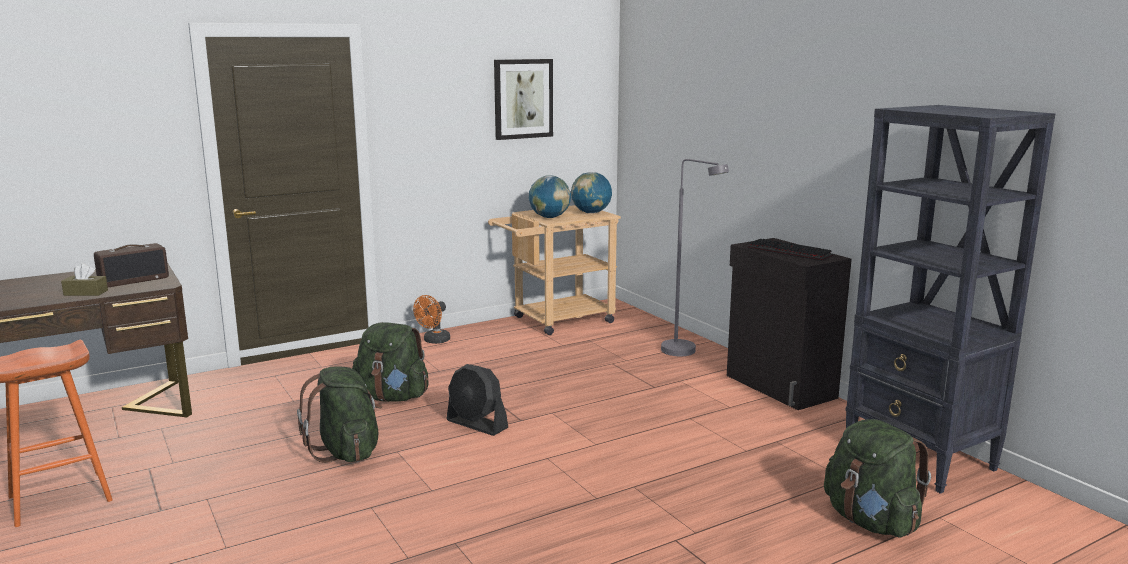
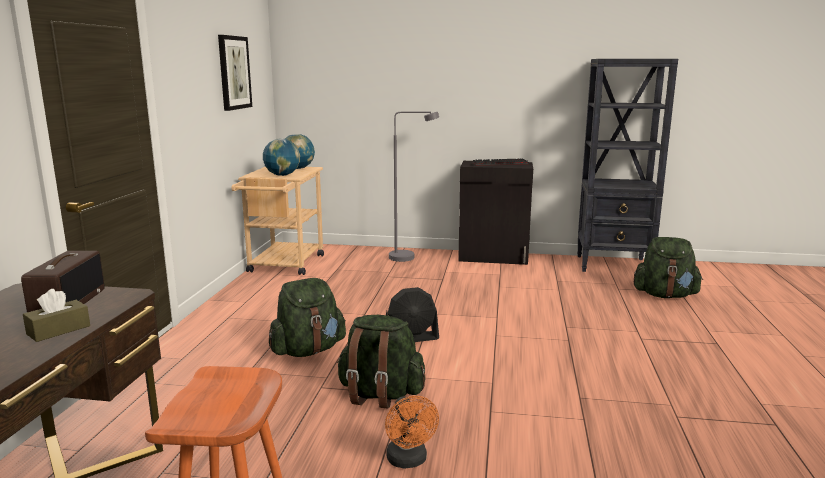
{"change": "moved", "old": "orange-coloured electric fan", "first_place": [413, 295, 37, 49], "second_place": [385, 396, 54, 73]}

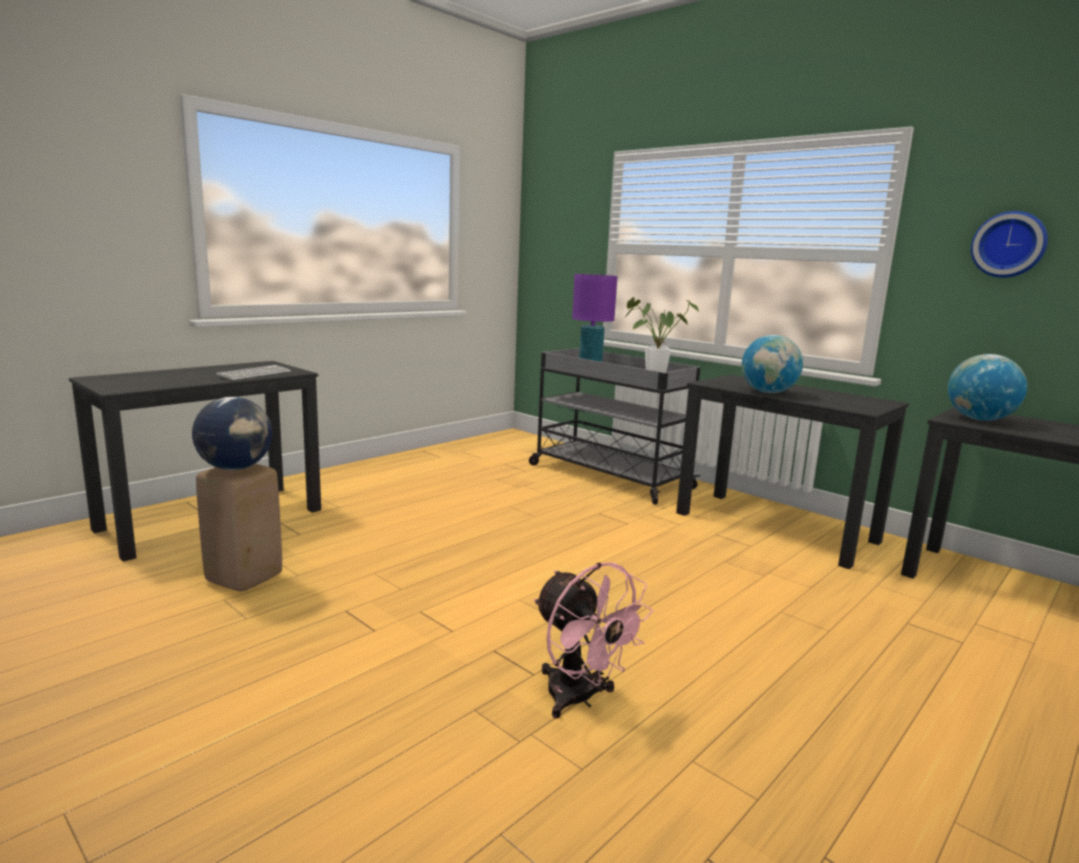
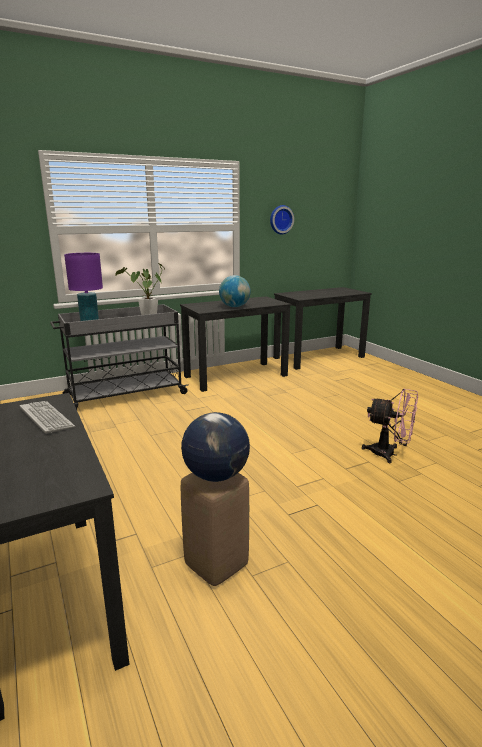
{"change": "turned", "old": "pink electric fan", "first_place": [534, 563, 119, 155], "second_place": [362, 388, 56, 75], "degrees": 45}
{"change": "removed", "old": "world globe", "first_place": [948, 354, 79, 67]}

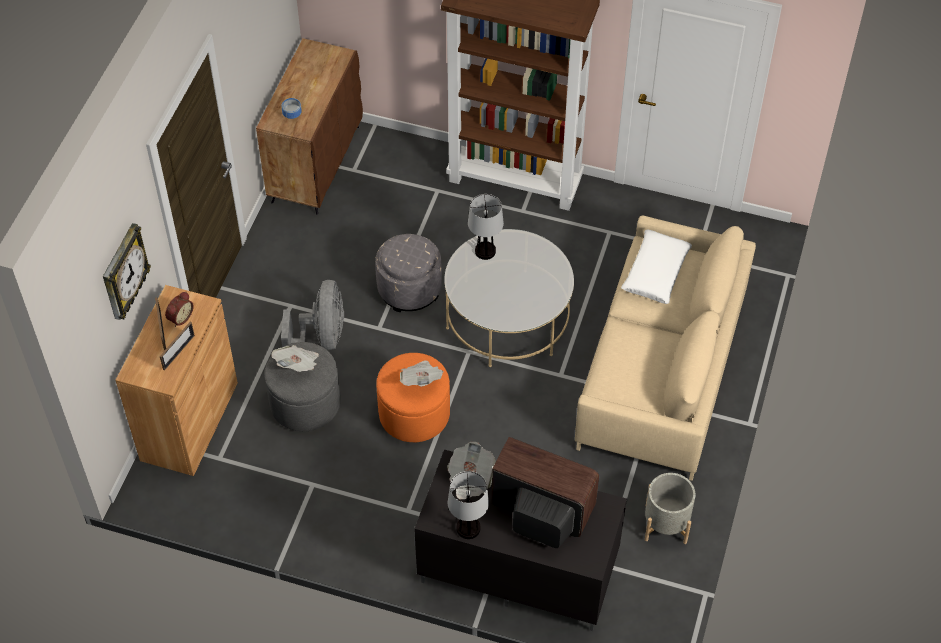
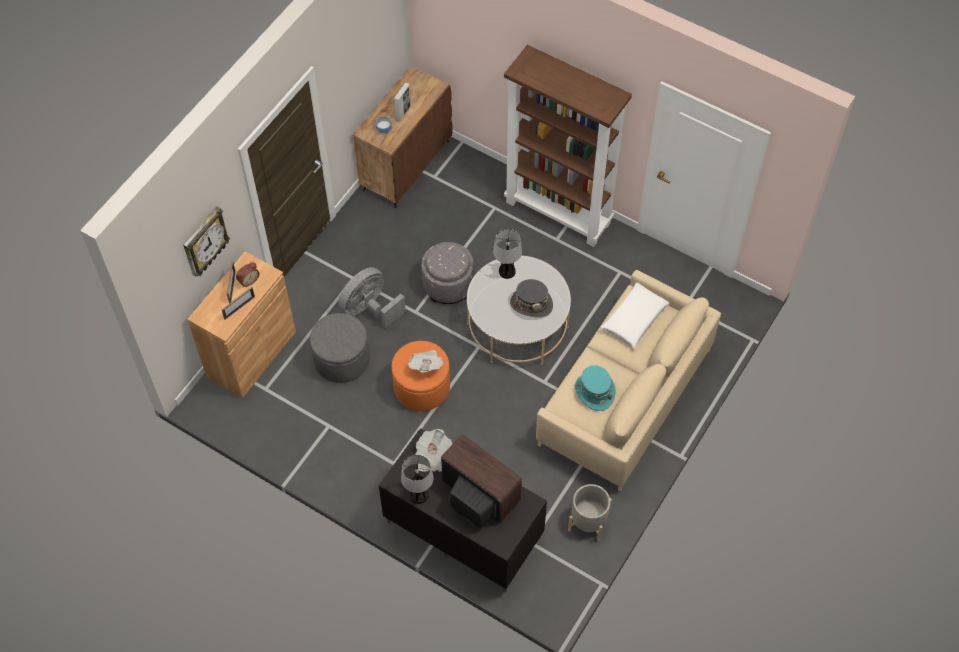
{"change": "removed", "old": "newspaper", "first_place": [271, 345, 48, 27]}
{"change": "turned", "old": "gray electric fan", "first_place": [281, 280, 63, 70], "second_place": [338, 267, 68, 61], "degrees": -150}
{"change": "added", "new": "picture frame", "second_place": [394, 82, 17, 40]}
{"change": "added", "new": "gray clothing hat", "second_place": [510, 279, 43, 39]}
{"change": "added", "new": "turquoise clothing hat", "second_place": [575, 365, 40, 46]}

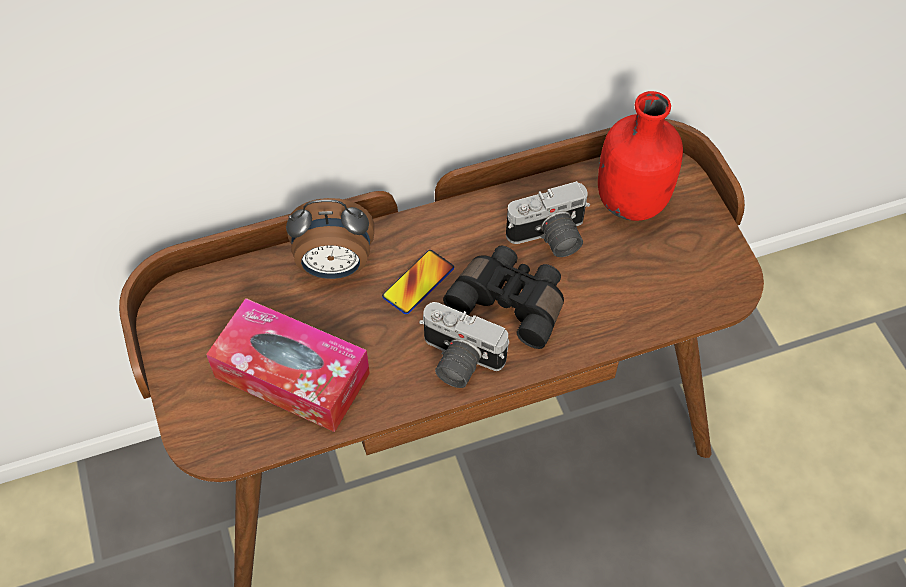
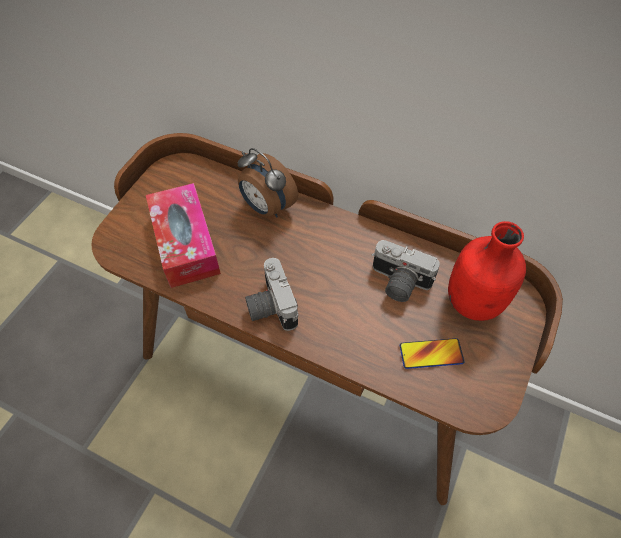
{"change": "moved", "old": "phone", "first_place": [382, 250, 72, 64], "second_place": [400, 338, 64, 31]}
{"change": "removed", "old": "black-coloured pair of binoculars", "first_place": [443, 246, 121, 103]}

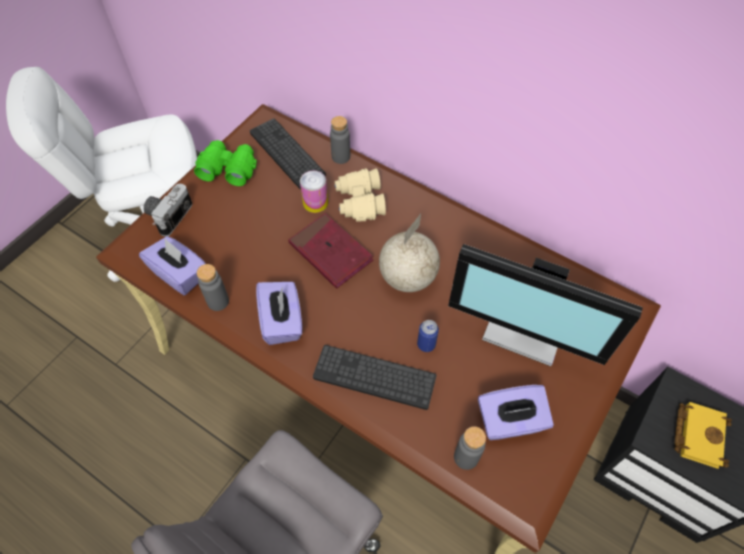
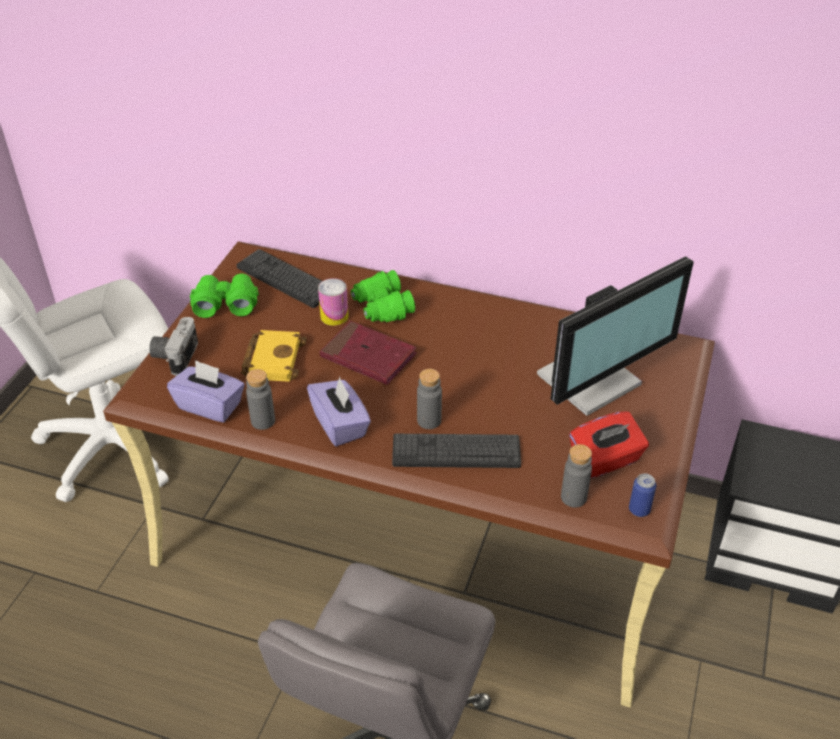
{"change": "moved", "old": "gray beverage bottle", "first_place": [330, 116, 20, 48], "second_place": [417, 369, 25, 60]}
{"change": "recoloured", "old": "beige-coloured pair of binoculars", "new": "green-coloured pair of binoculars", "first_place": [334, 168, 52, 53], "second_place": [351, 270, 64, 52]}
{"change": "removed", "old": "world globe", "first_place": [379, 214, 61, 78]}
{"change": "moved", "old": "sealed can", "first_place": [417, 320, 22, 32], "second_place": [629, 473, 27, 44]}
{"change": "turned", "old": "computer screen", "first_place": [448, 244, 195, 122], "second_place": [537, 256, 157, 160], "degrees": -45}
{"change": "recoloured", "old": "purplish box of tissues", "new": "reddish box of tissues", "first_place": [478, 385, 76, 55], "second_place": [569, 411, 80, 67]}
{"change": "moved", "old": "yellowish book", "first_place": [674, 402, 58, 67], "second_place": [241, 330, 66, 52]}

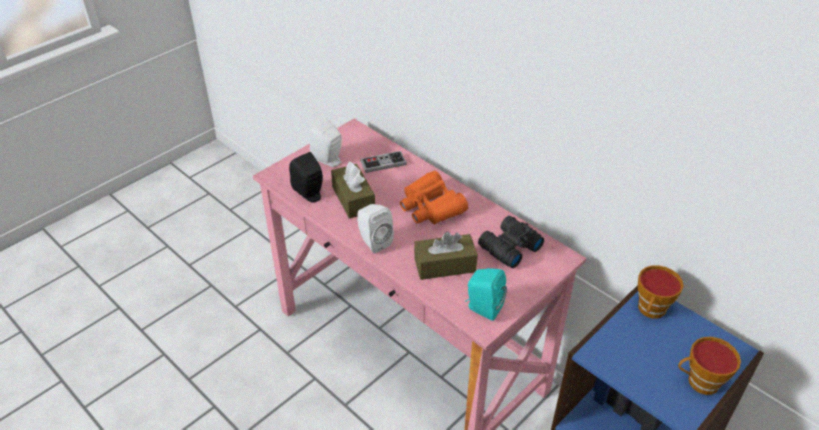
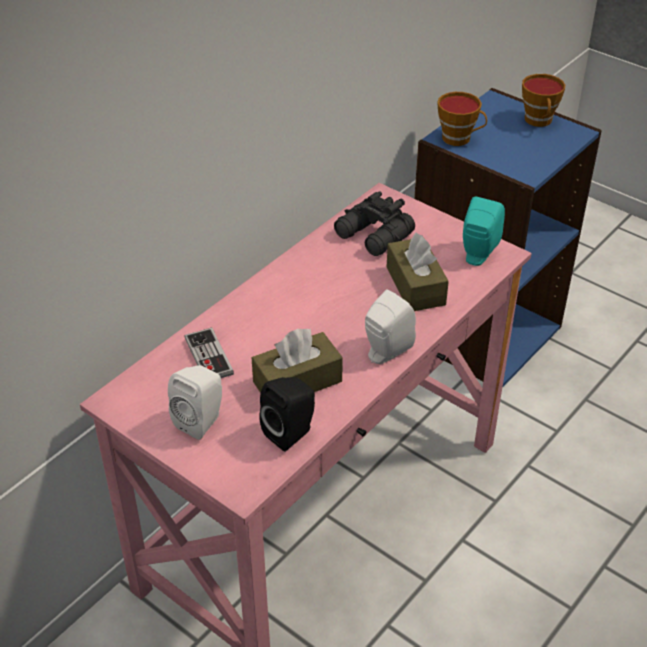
{"change": "removed", "old": "orange-coloured pair of binoculars", "first_place": [400, 171, 68, 53]}

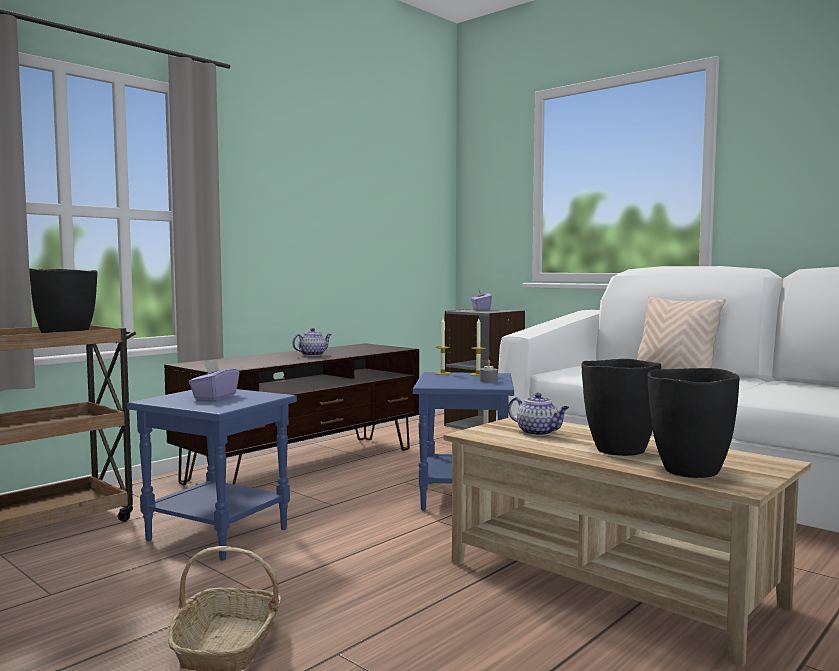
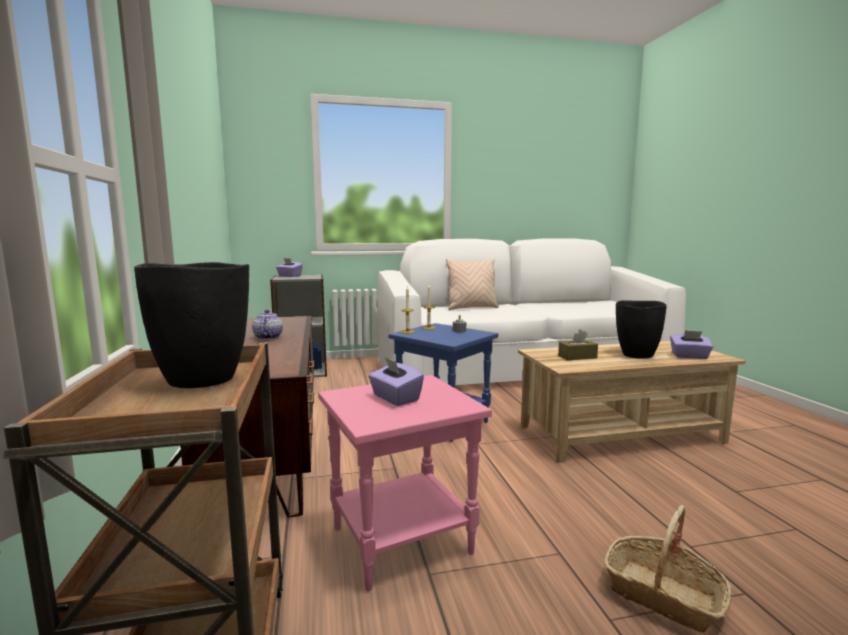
{"change": "recoloured", "old": "bluish accent table", "new": "pink accent table", "first_place": [127, 389, 170, 171], "second_place": [318, 375, 174, 216]}
{"change": "replaced", "old": "pot for tea", "new": "brown box of tissues", "first_place": [508, 393, 61, 43], "second_place": [558, 329, 40, 31]}
{"change": "replaced", "old": "black-coloured flower vase", "new": "purplish box of tissues", "first_place": [647, 368, 93, 110], "second_place": [670, 330, 44, 29]}

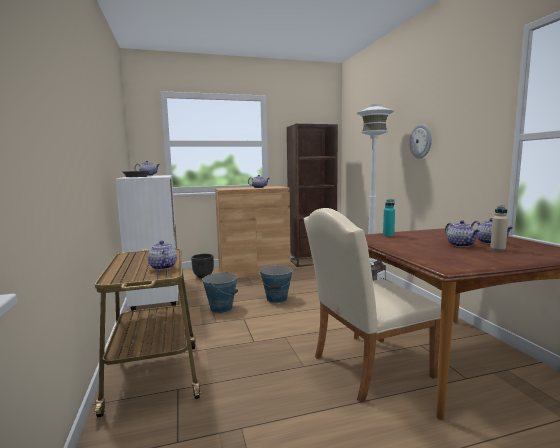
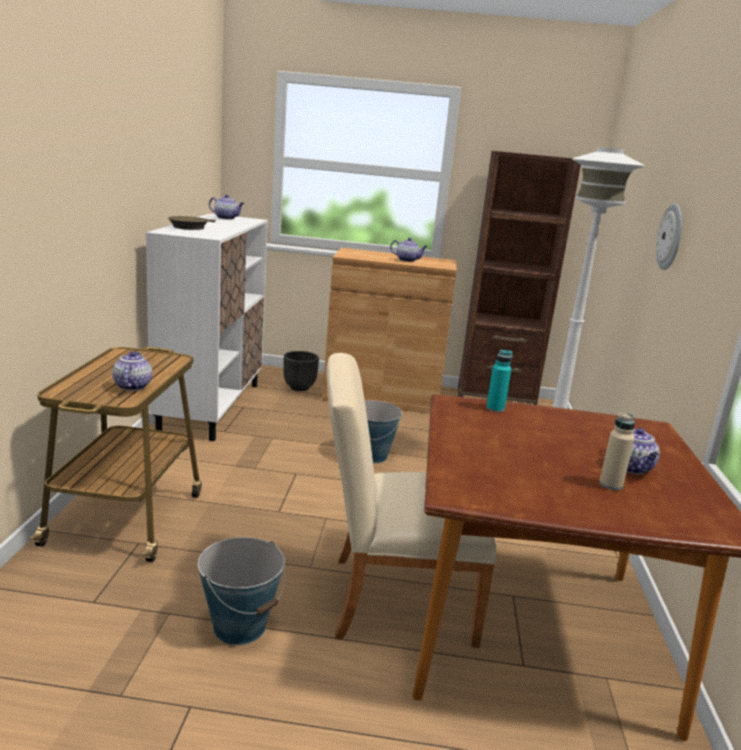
{"change": "moved", "old": "bucket", "first_place": [202, 271, 36, 42], "second_place": [198, 537, 88, 108]}
{"change": "removed", "old": "pot for tea", "first_place": [445, 220, 35, 27]}

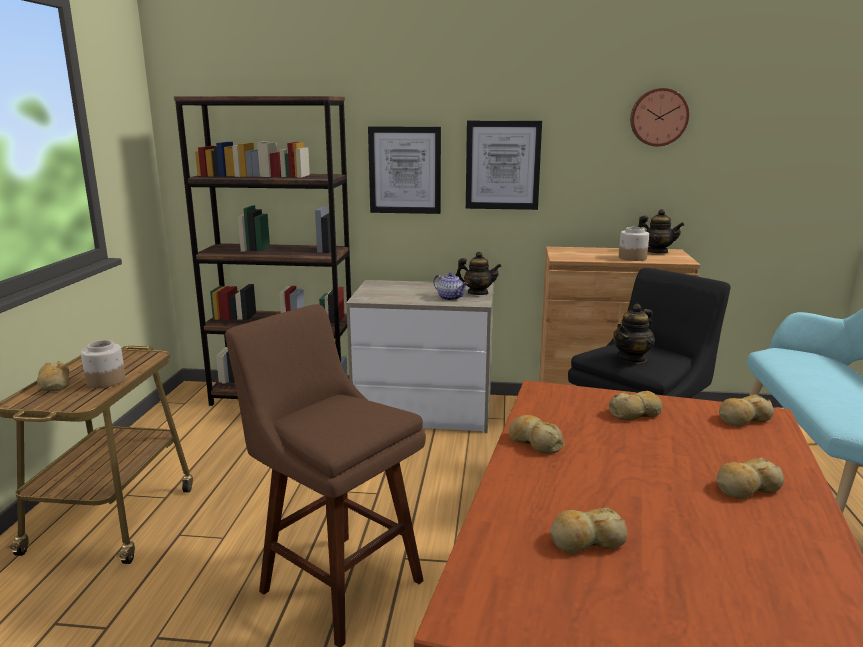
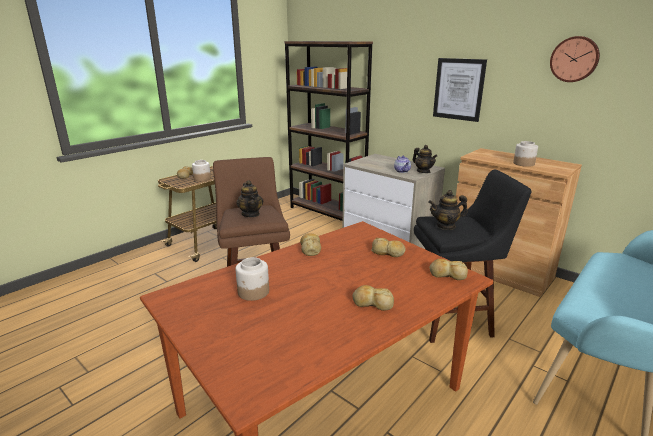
{"change": "removed", "old": "wall art", "first_place": [368, 126, 73, 88]}
{"change": "replaced", "old": "bakery bread", "new": "storage jar", "first_place": [550, 507, 77, 47], "second_place": [235, 257, 34, 44]}
{"change": "moved", "old": "pot for tea", "first_place": [638, 209, 46, 45], "second_place": [236, 180, 27, 37]}

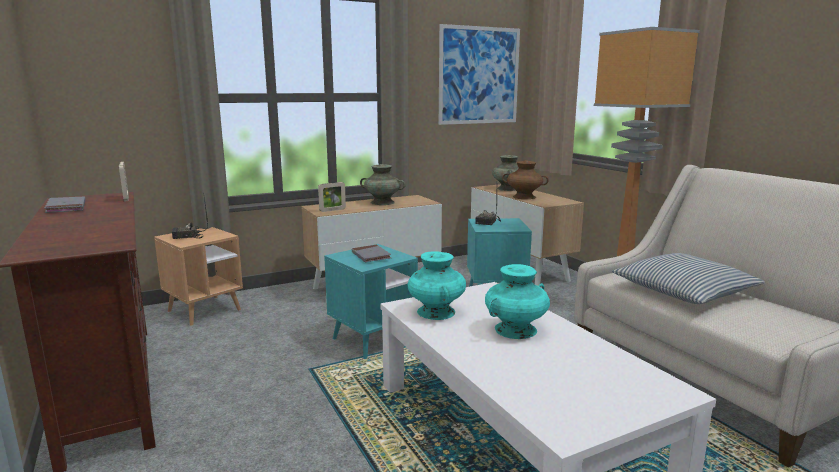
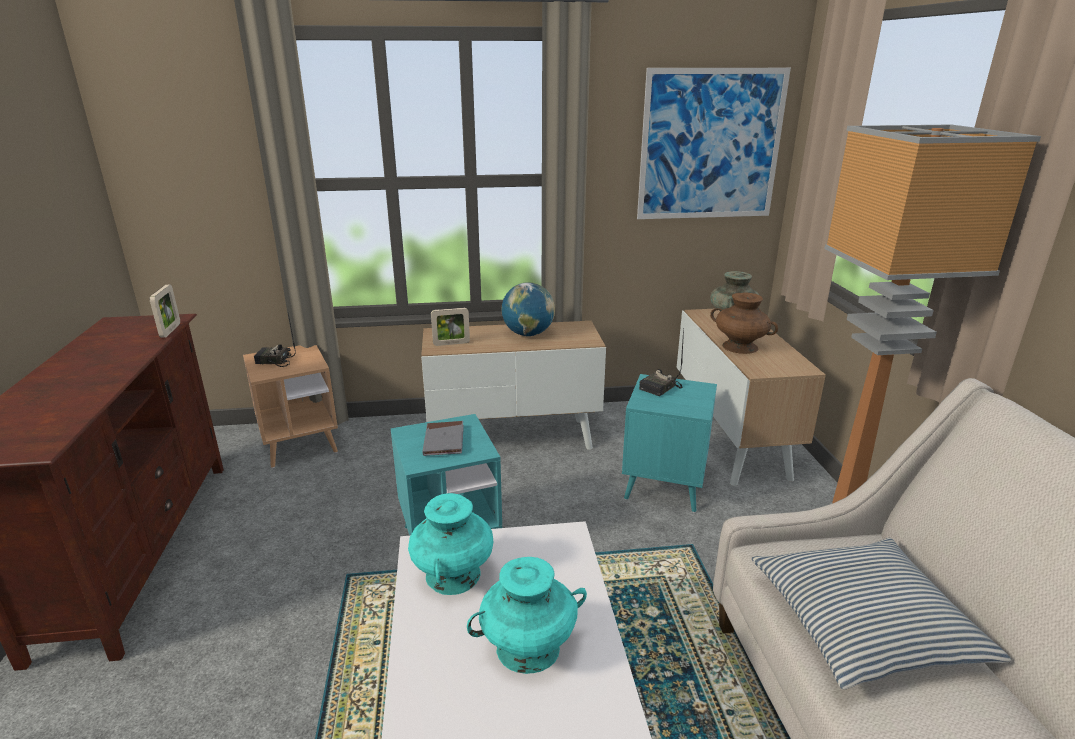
{"change": "removed", "old": "gray book", "first_place": [45, 196, 40, 17]}
{"change": "replaced", "old": "turquoise flower vase", "new": "world globe", "first_place": [360, 164, 46, 41], "second_place": [501, 282, 54, 54]}

